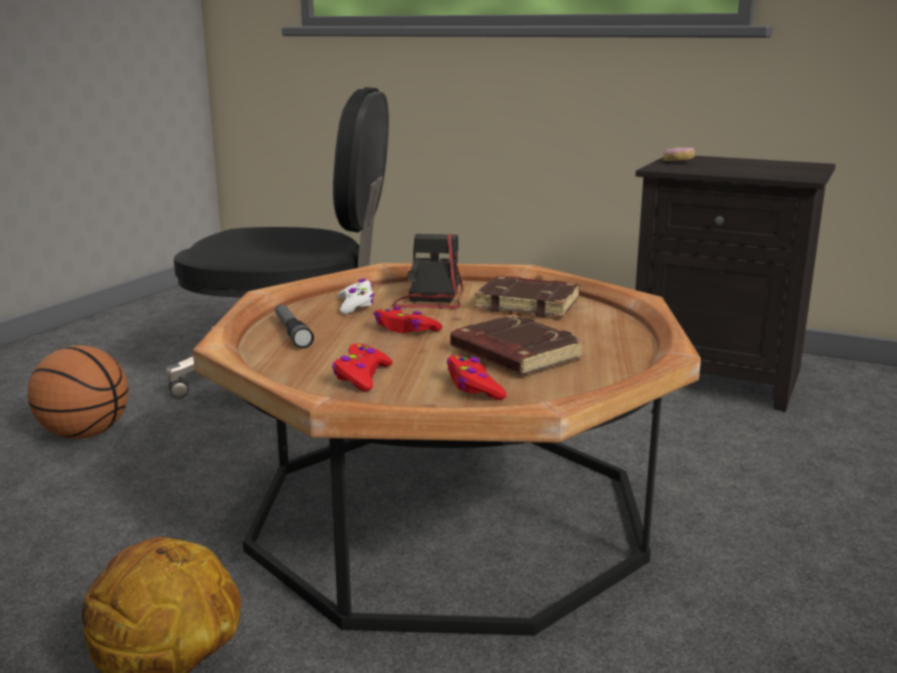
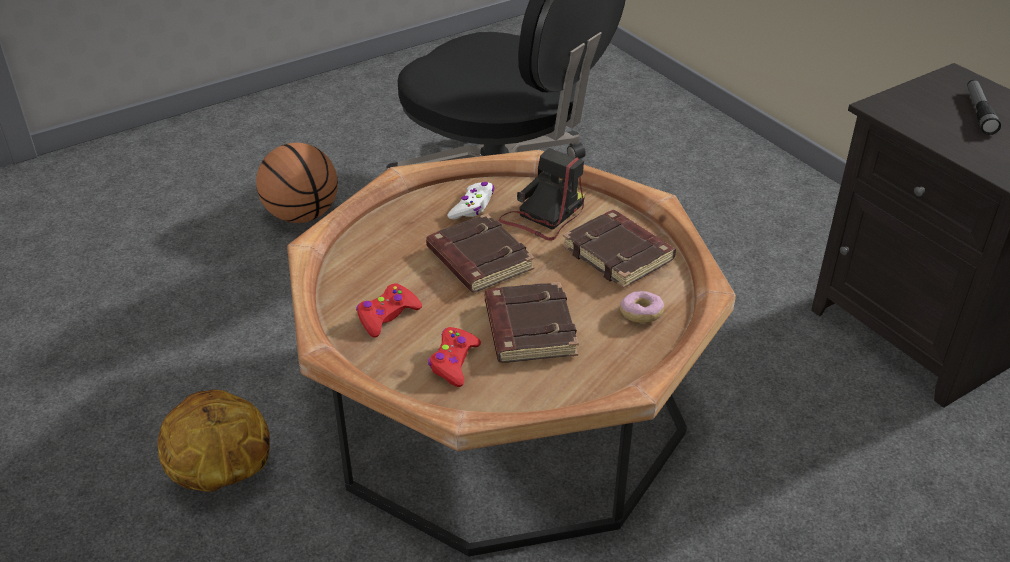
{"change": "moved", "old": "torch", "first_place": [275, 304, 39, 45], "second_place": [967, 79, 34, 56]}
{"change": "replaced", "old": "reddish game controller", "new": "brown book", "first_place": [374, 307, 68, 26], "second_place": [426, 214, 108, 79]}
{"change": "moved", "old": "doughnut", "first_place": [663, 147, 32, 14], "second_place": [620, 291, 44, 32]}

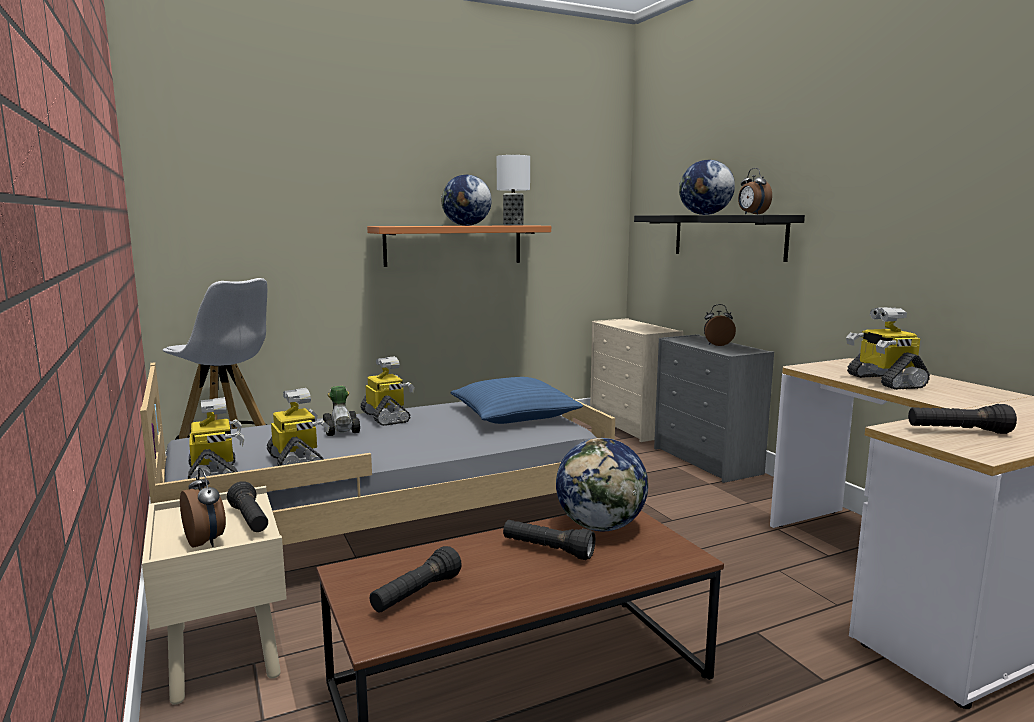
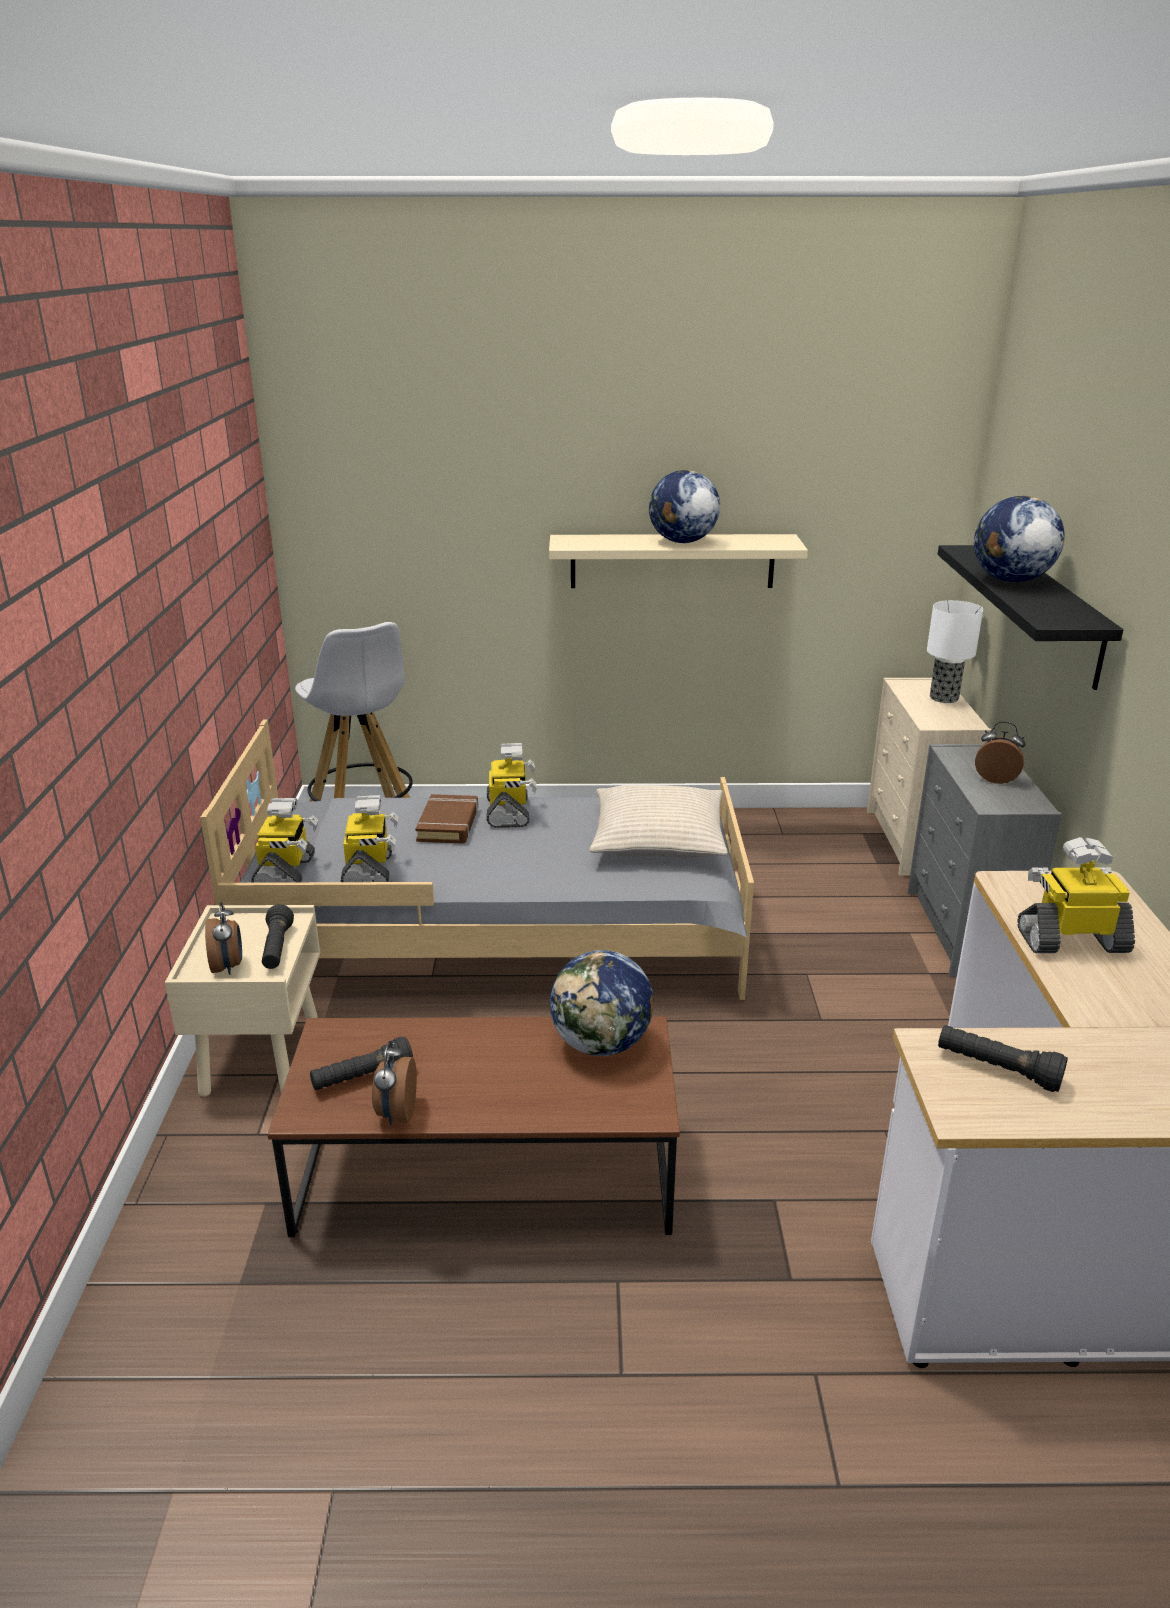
{"change": "replaced", "old": "miniature car", "new": "brown book", "first_place": [323, 386, 37, 50], "second_place": [415, 794, 63, 50]}
{"change": "recoloured", "old": "orange-coloured shelf", "new": "beige-coloured shelf", "first_place": [367, 225, 184, 42], "second_place": [549, 534, 259, 54]}
{"change": "recoloured", "old": "bluish throw pillow", "new": "beige-coloured throw pillow", "first_place": [451, 377, 132, 47], "second_place": [589, 785, 139, 73]}
{"change": "moved", "old": "lamp for a table", "first_place": [497, 155, 33, 71], "second_place": [927, 600, 56, 103]}
{"change": "removed", "old": "black-coloured torch", "first_place": [503, 520, 92, 40]}
{"change": "moved", "old": "alarm clock", "first_place": [738, 168, 34, 47], "second_place": [372, 1041, 45, 84]}
{"change": "turned", "old": "toy robot", "first_place": [846, 307, 84, 83], "second_place": [1017, 837, 118, 116], "degrees": 75}

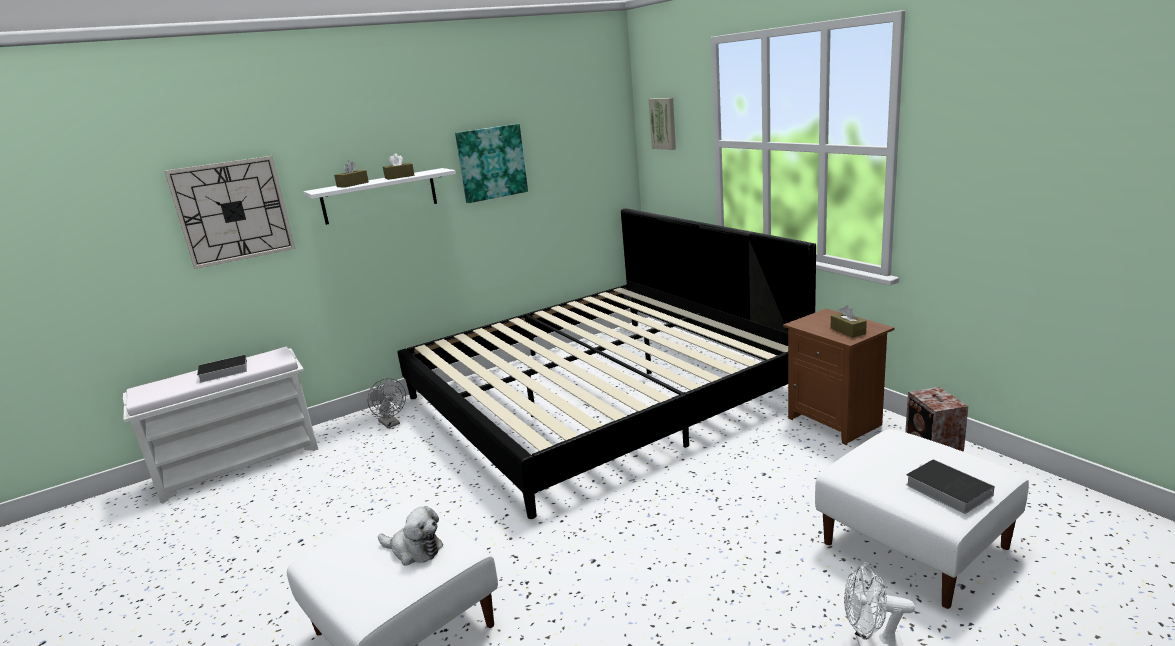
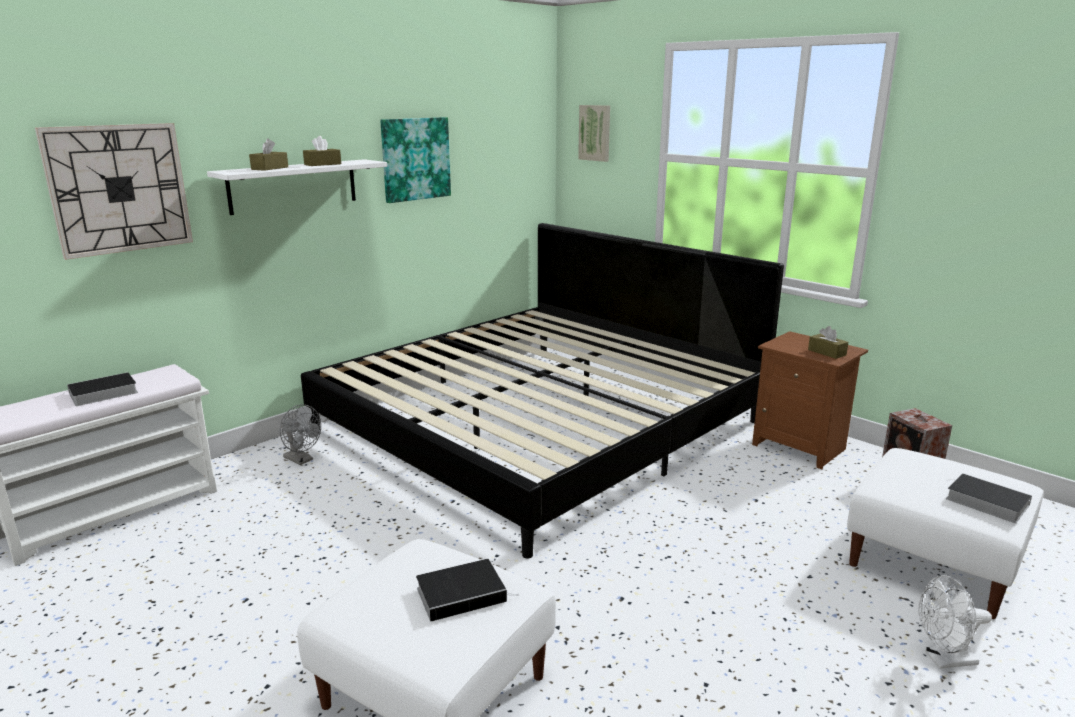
{"change": "replaced", "old": "soft toy", "new": "book", "first_place": [378, 506, 65, 60], "second_place": [416, 559, 104, 63]}

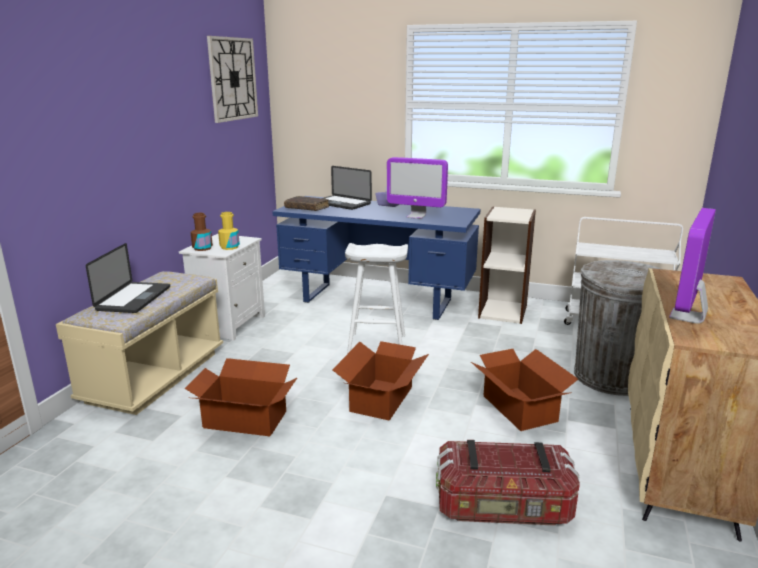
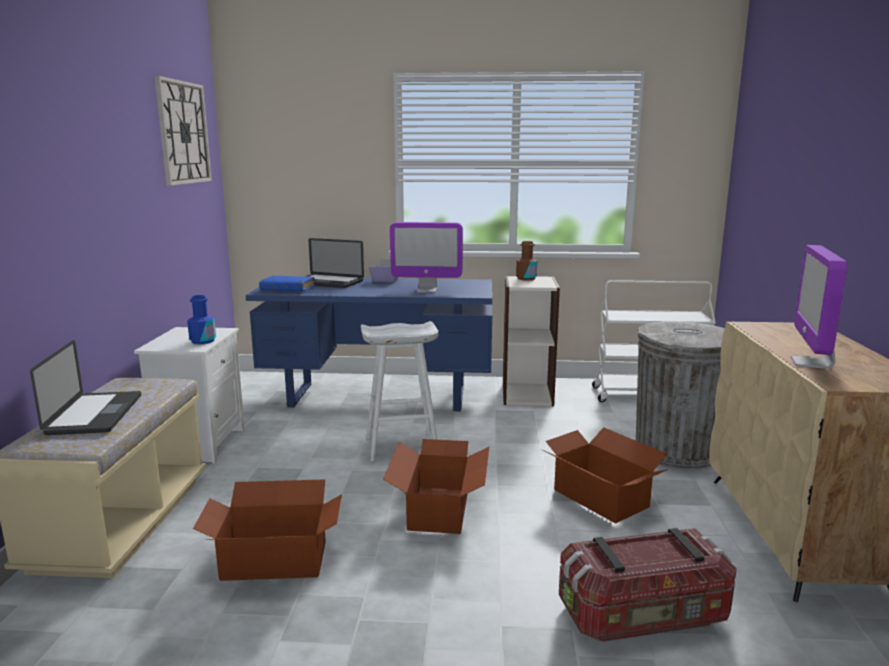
{"change": "moved", "old": "brown beverage bottle", "first_place": [190, 213, 23, 38], "second_place": [516, 241, 21, 39]}
{"change": "recoloured", "old": "yellowish beverage bottle", "new": "bluish beverage bottle", "first_place": [218, 212, 22, 38], "second_place": [187, 295, 29, 49]}
{"change": "recoloured", "old": "brown book", "new": "bluish book", "first_place": [284, 196, 45, 15], "second_place": [259, 275, 56, 16]}

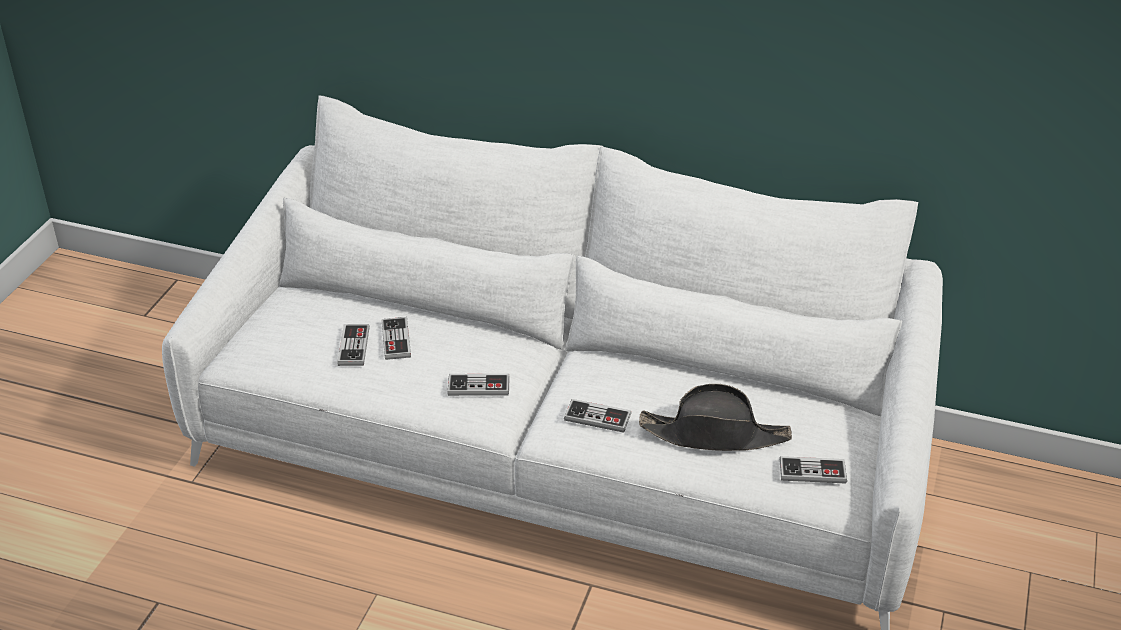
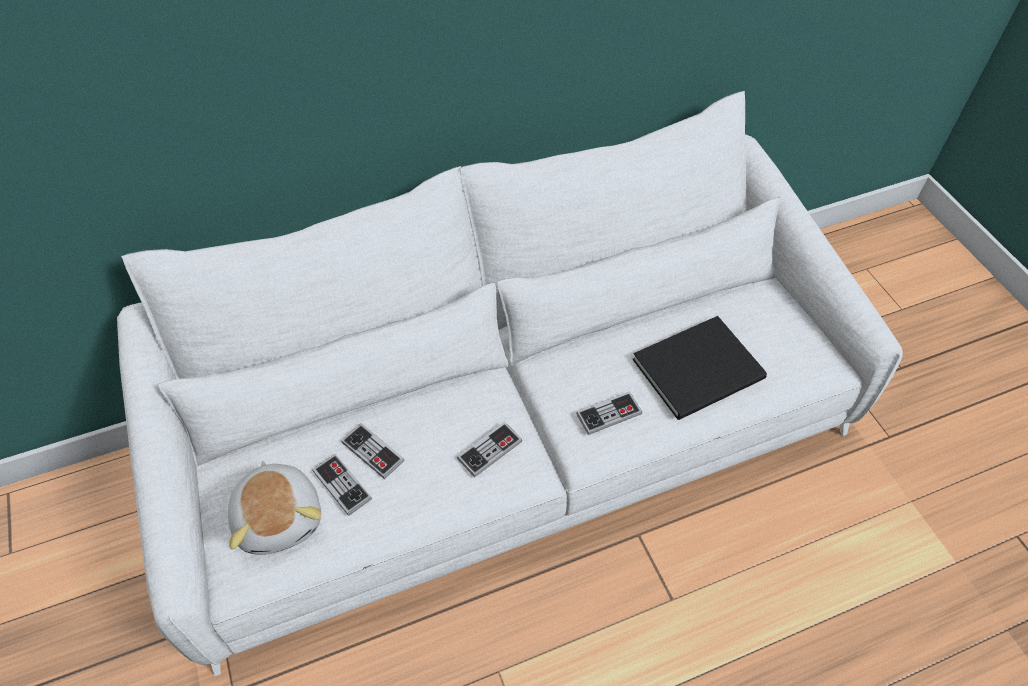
{"change": "replaced", "old": "black-coloured clothing hat", "new": "black-coloured book", "first_place": [639, 384, 153, 67], "second_place": [632, 316, 135, 104]}
{"change": "removed", "old": "game controller", "first_place": [779, 456, 68, 28]}
{"change": "added", "new": "soft toy", "second_place": [228, 461, 93, 94]}

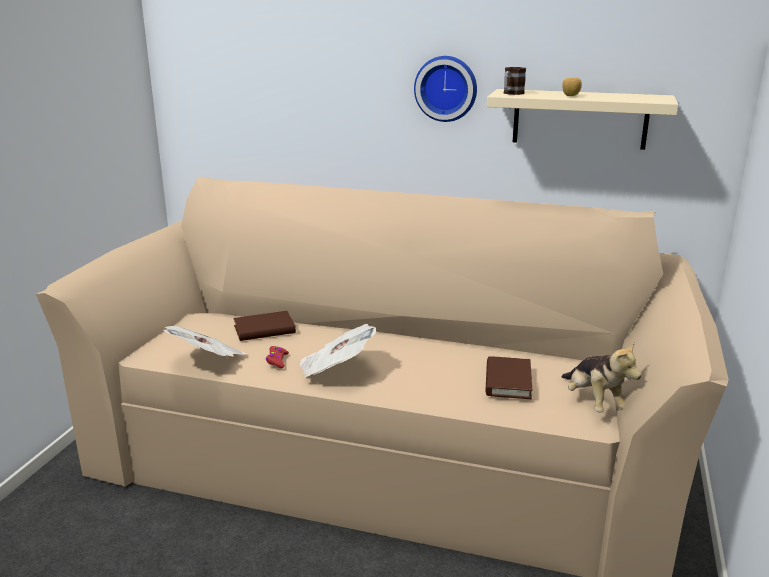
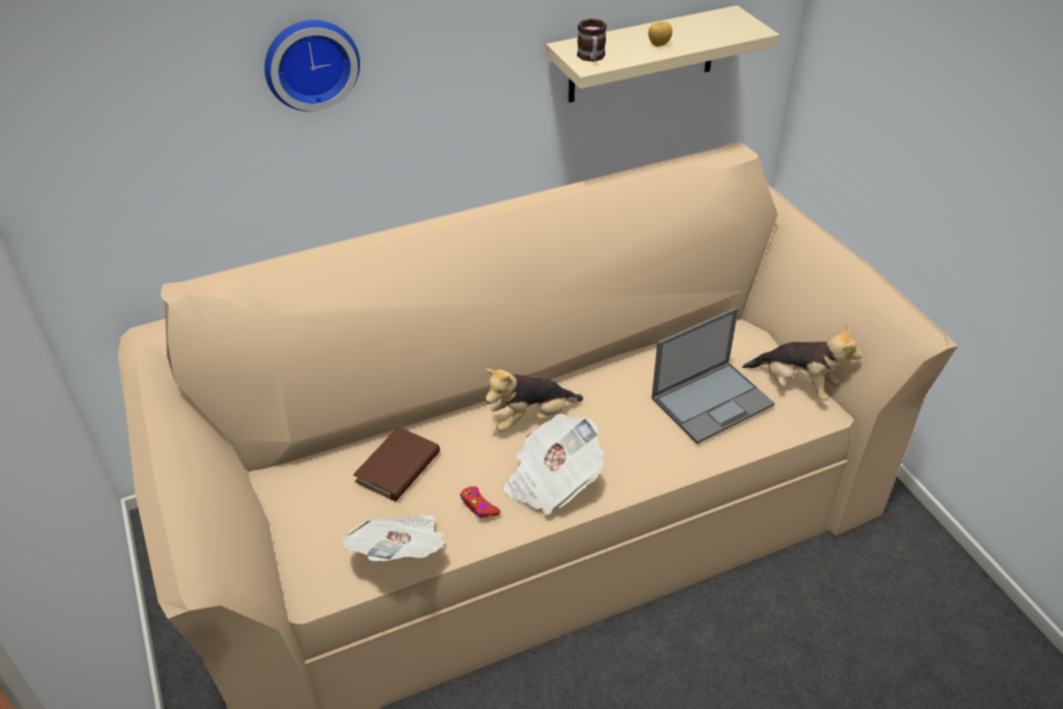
{"change": "moved", "old": "wall clock", "first_place": [414, 56, 63, 66], "second_place": [264, 20, 96, 92]}
{"change": "replaced", "old": "brown book", "new": "notebook computer", "first_place": [486, 356, 46, 43], "second_place": [651, 307, 124, 137]}
{"change": "added", "new": "soft toy", "second_place": [485, 369, 98, 63]}

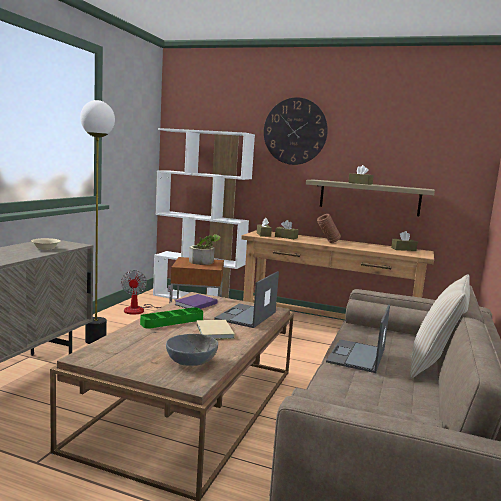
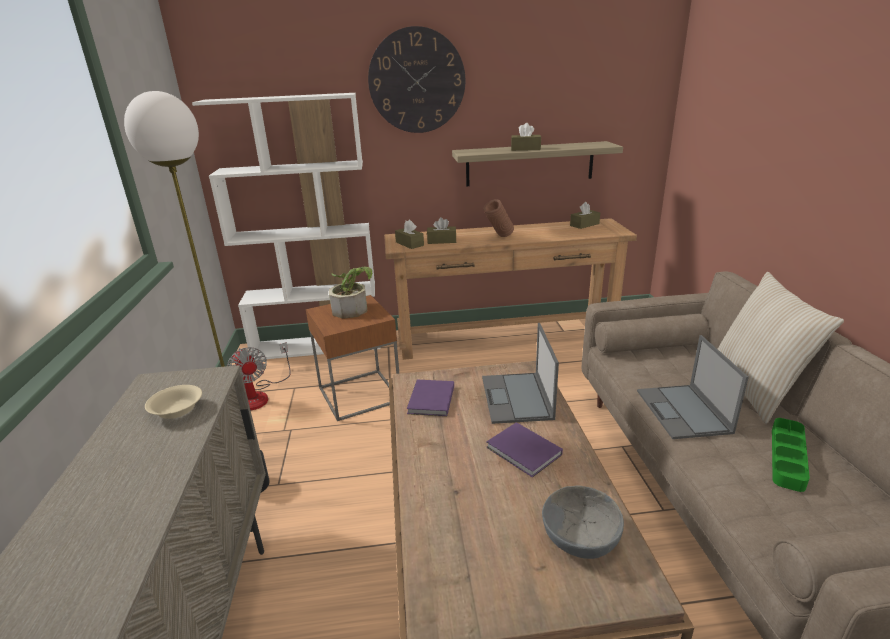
{"change": "moved", "old": "green-coloured tray", "first_place": [140, 307, 63, 22], "second_place": [772, 418, 38, 74]}
{"change": "recoloured", "old": "beige-coloured book", "new": "purplish book", "first_place": [197, 320, 38, 19], "second_place": [486, 422, 77, 56]}

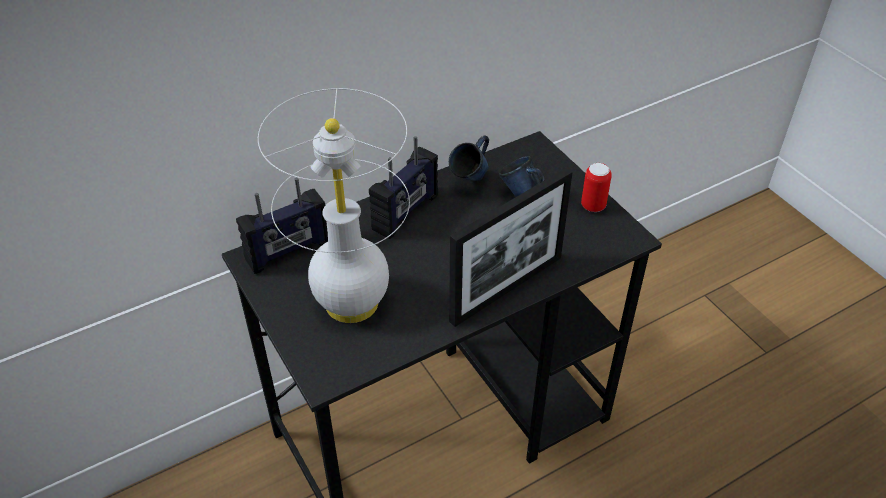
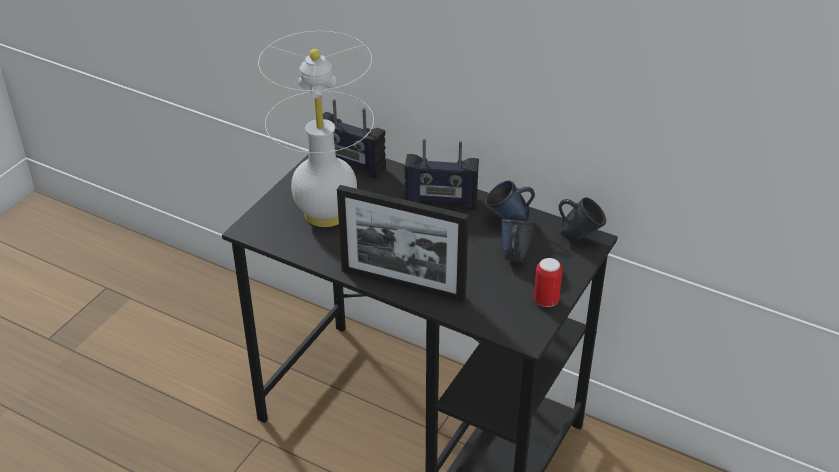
{"change": "added", "new": "bluish tea mug", "second_place": [558, 197, 48, 46]}

